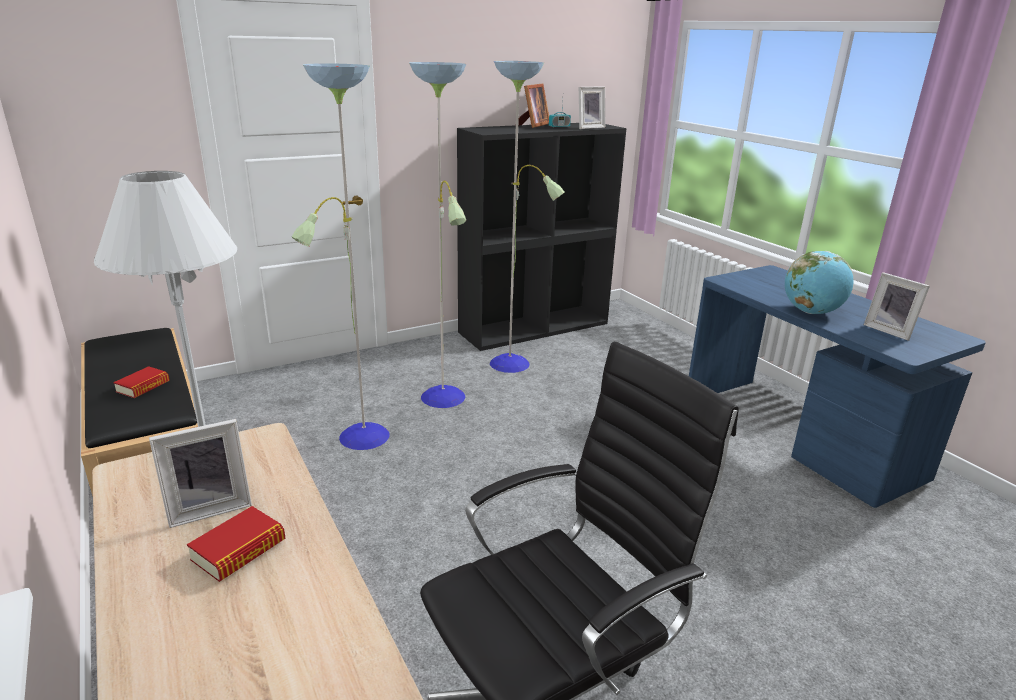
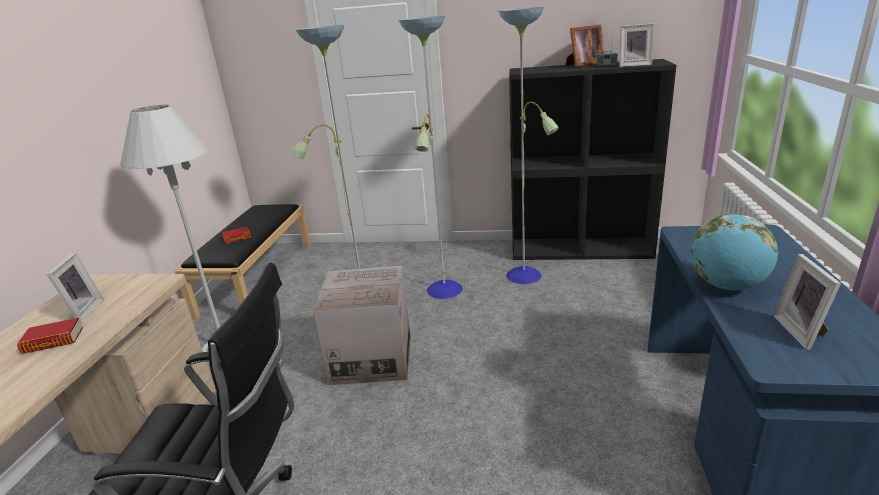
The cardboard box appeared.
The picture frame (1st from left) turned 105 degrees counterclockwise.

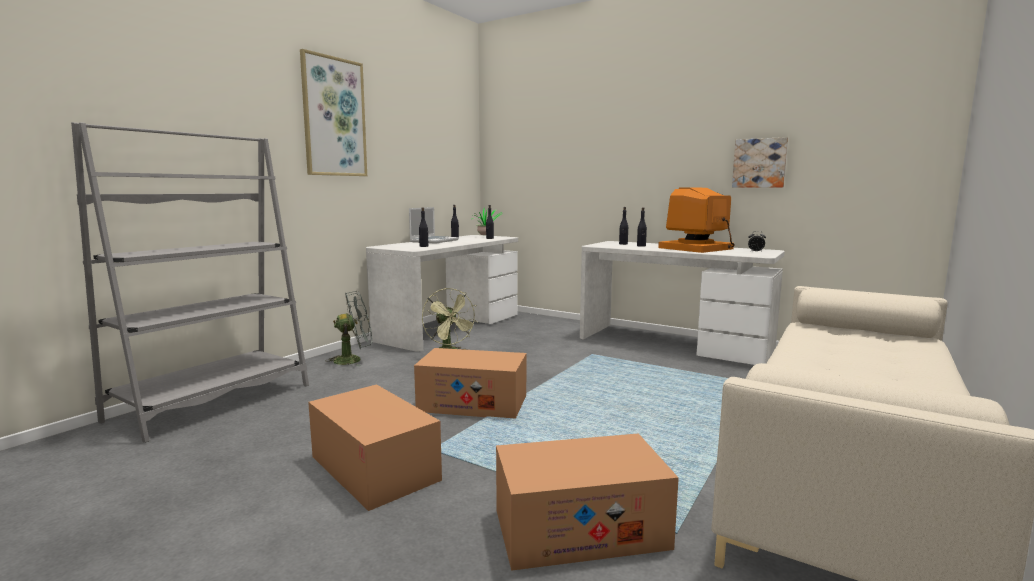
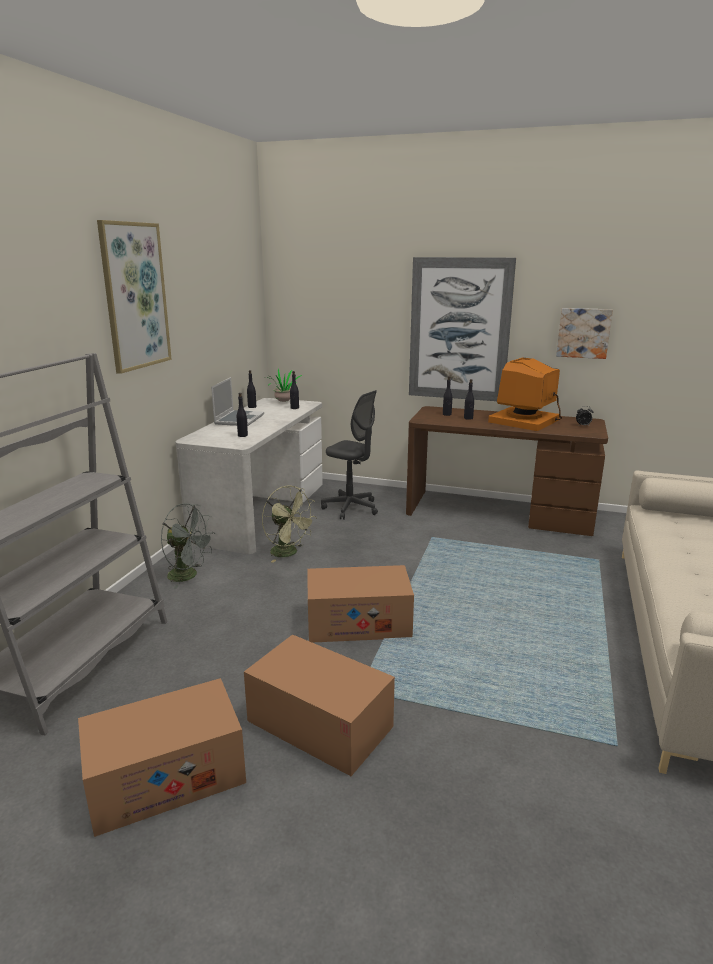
The office chair (grey) appeared.
The picture (2nd from left) appeared.
The cardboard box (3rd from left in the first image) moved.
The desk (white) (2nd from left) became the desk (brown).
The fan (grey) turned 60 degrees clockwise.

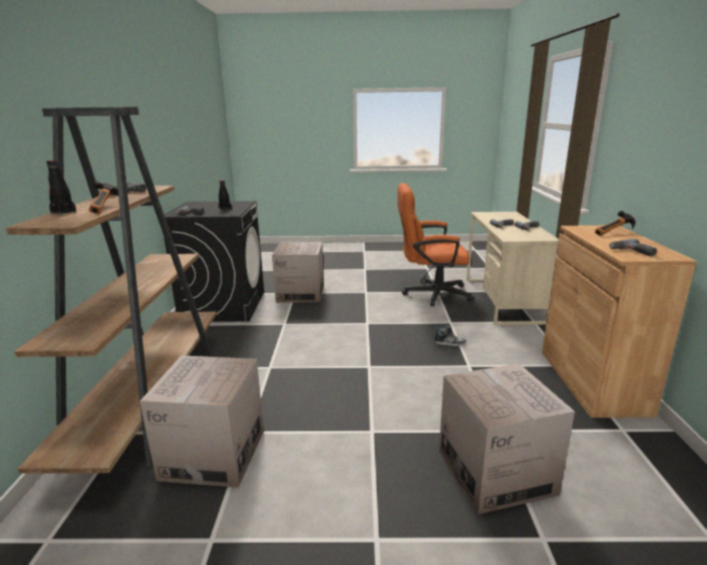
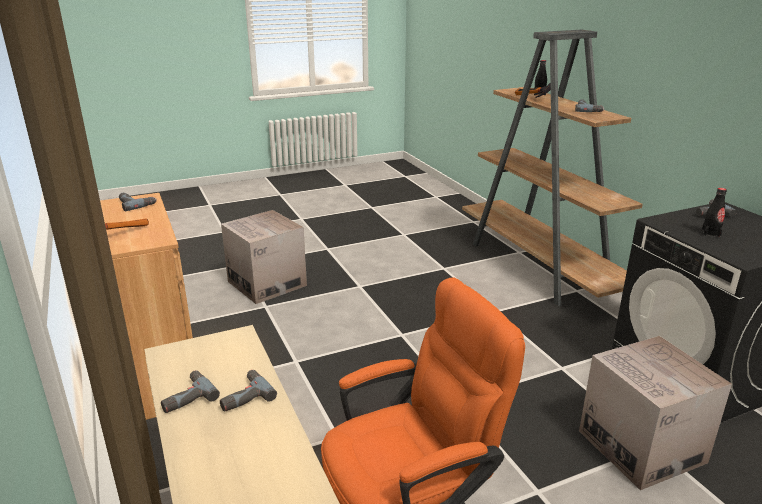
The cardboard box (1st from left) disappeared.
The shoe disappeared.

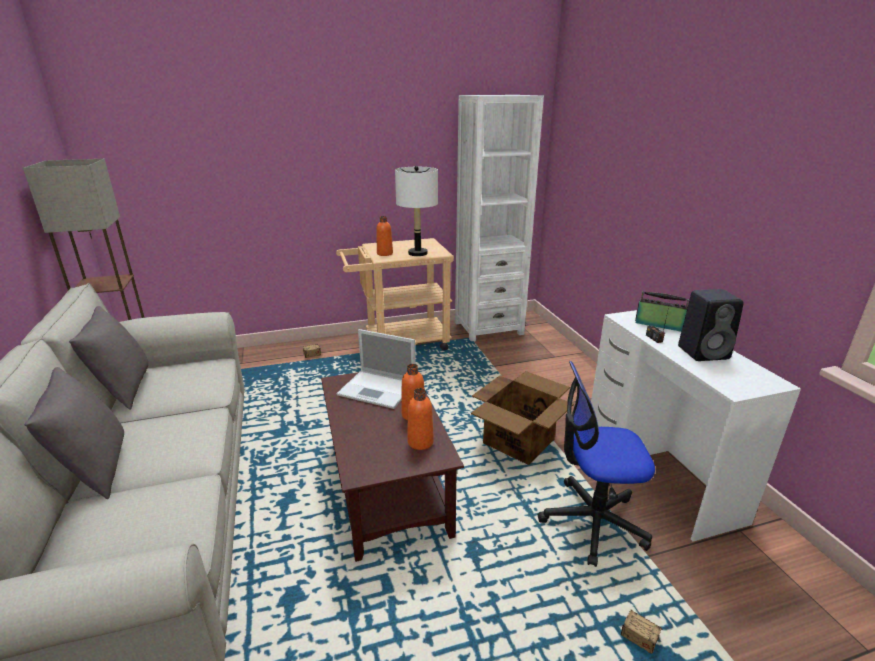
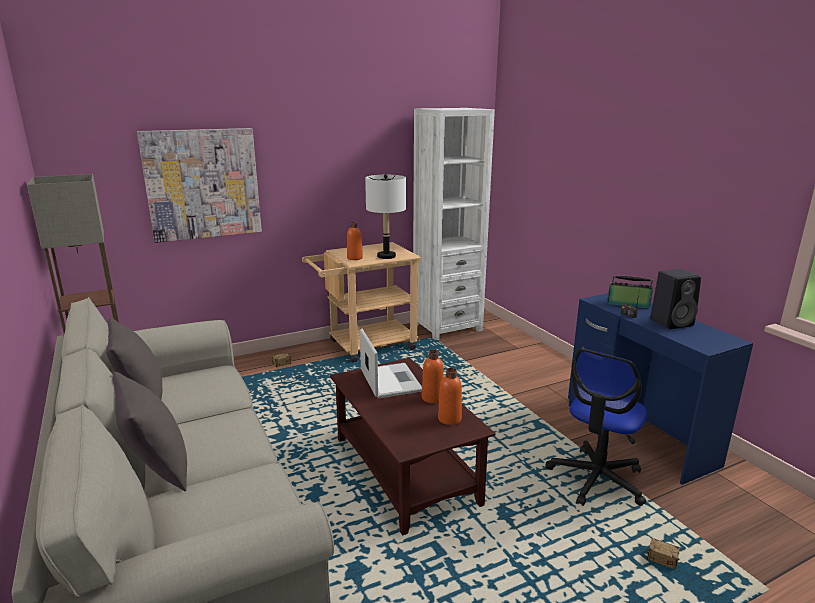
The cardboard box disappeared.
The picture appeared.
The desk (white) became the desk (blue).
The laptop turned 120 degrees counterclockwise.
The office chair turned 45 degrees counterclockwise.

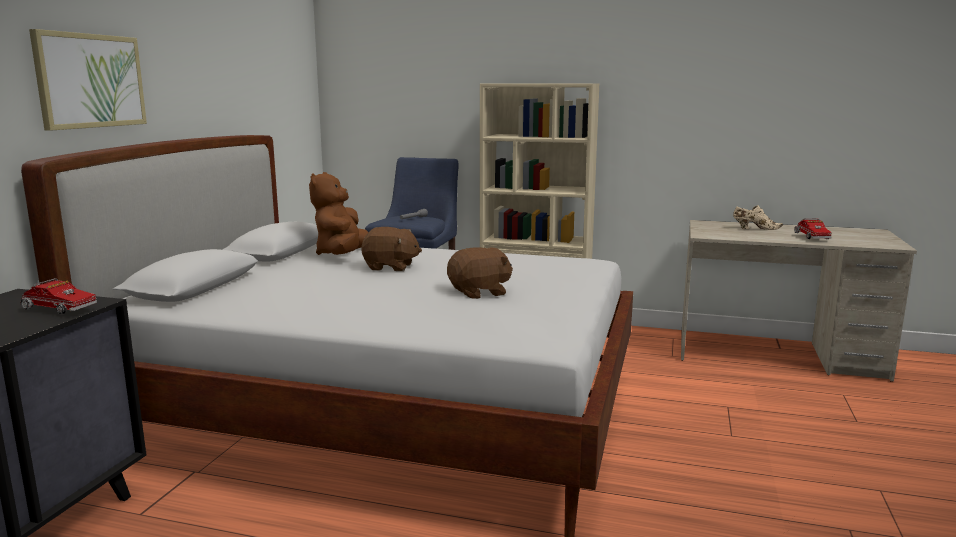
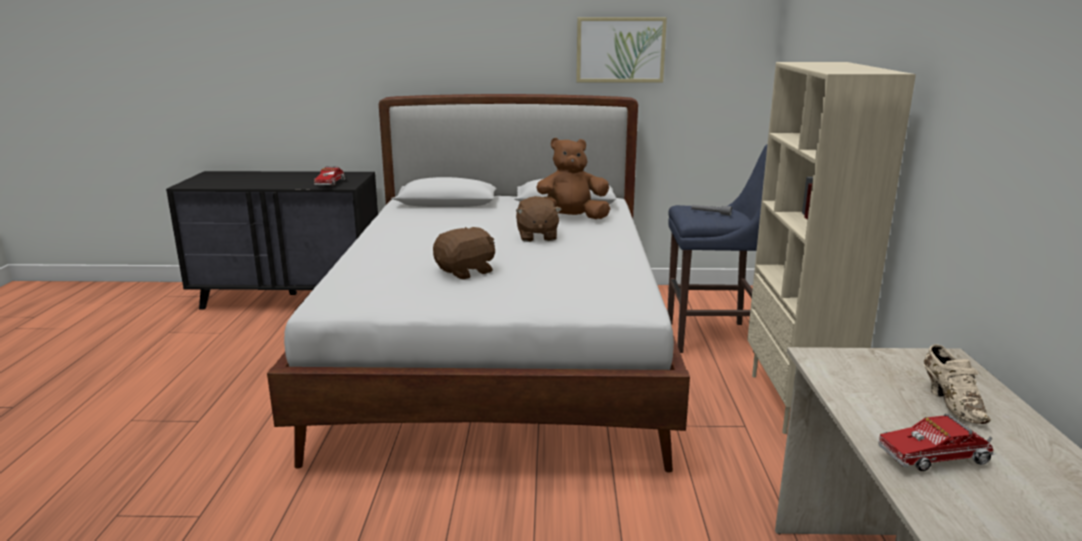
The picture moved.
The plush toy (brown) (3rd from left in the first image) turned 90 degrees counterclockwise.

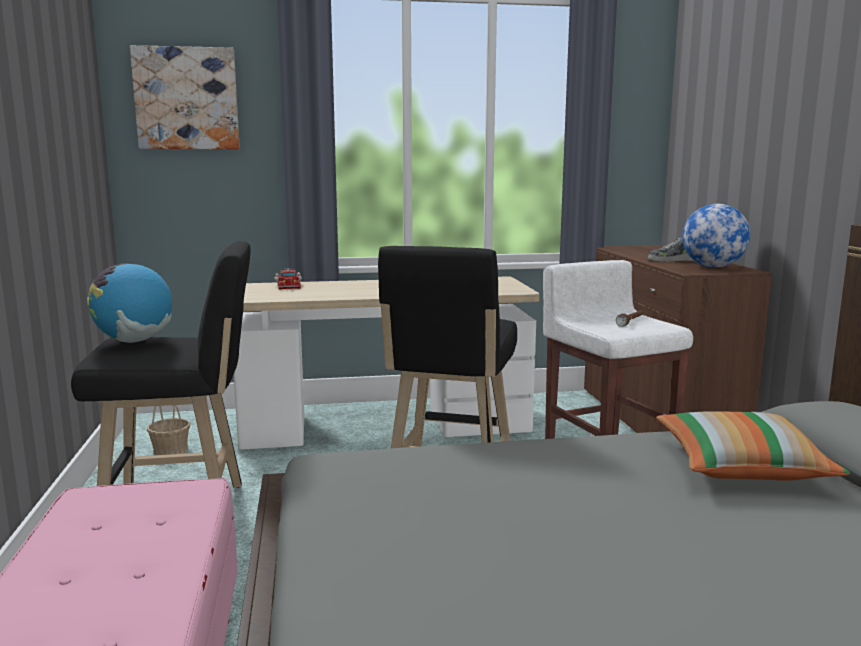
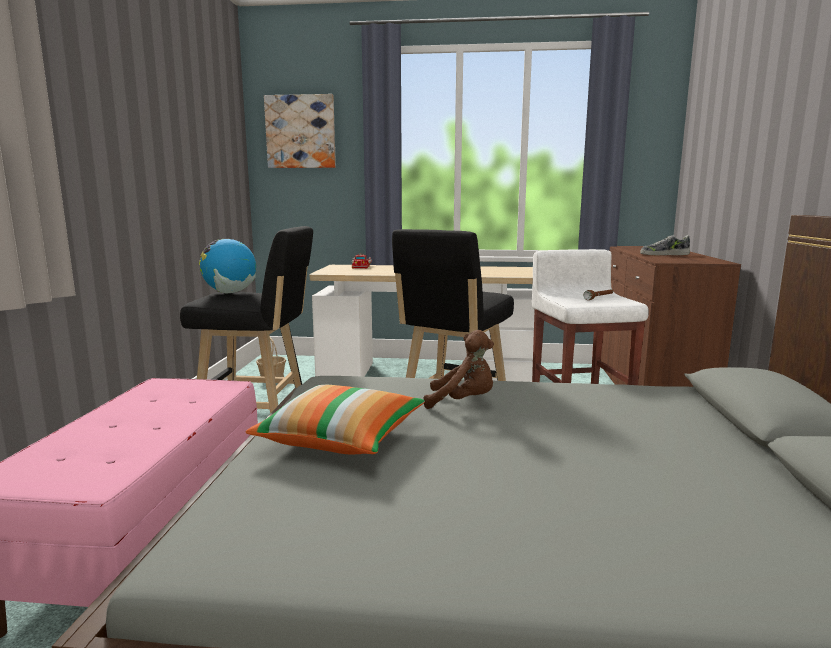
The globe (2nd from left) disappeared.
The plush toy (brown) appeared.
The pillow moved.

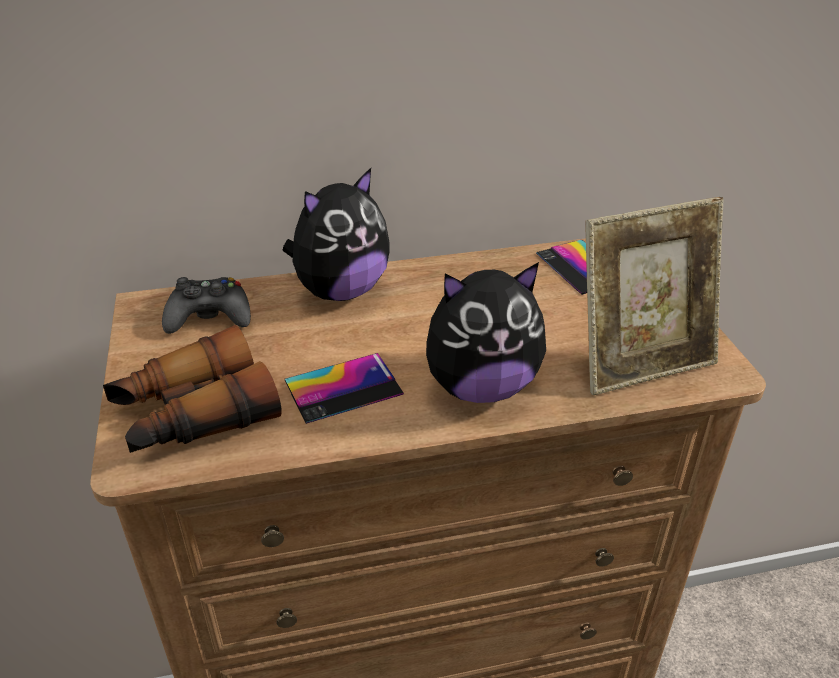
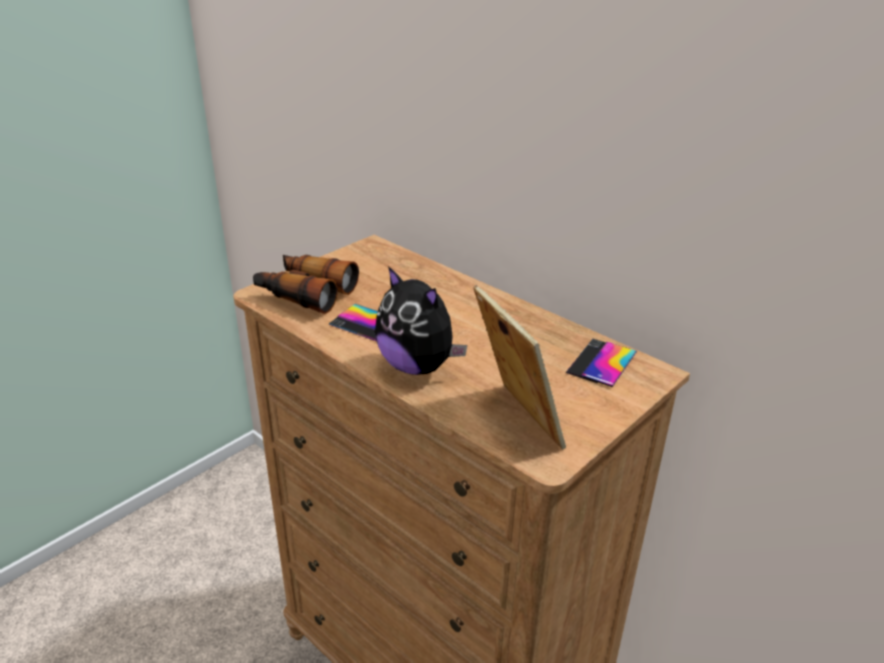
The game controller (black) disappeared.
The plush toy (1st from left) disappeared.
The picture frame turned 150 degrees counterclockwise.

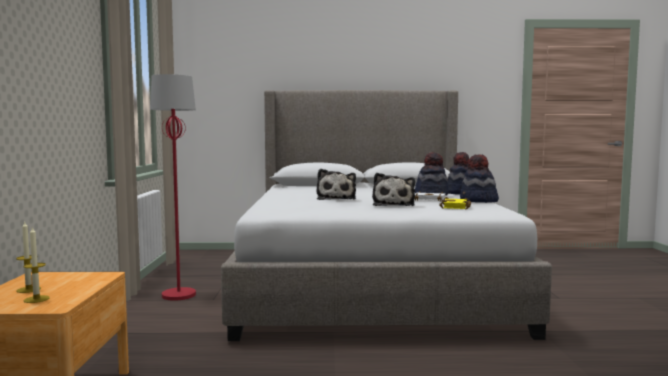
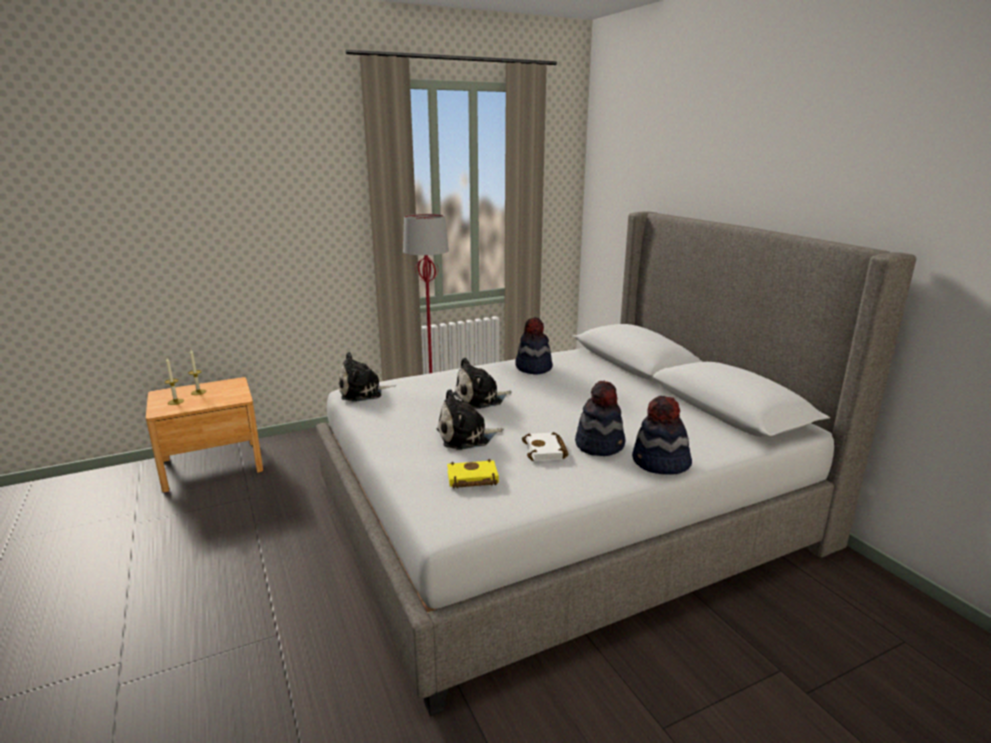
The plush toy (1st from left) appeared.
The hat (3rd from left in the first image) moved.

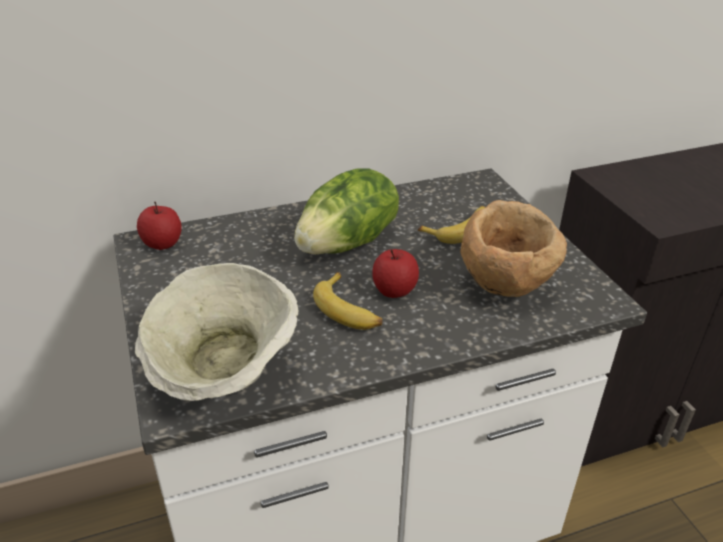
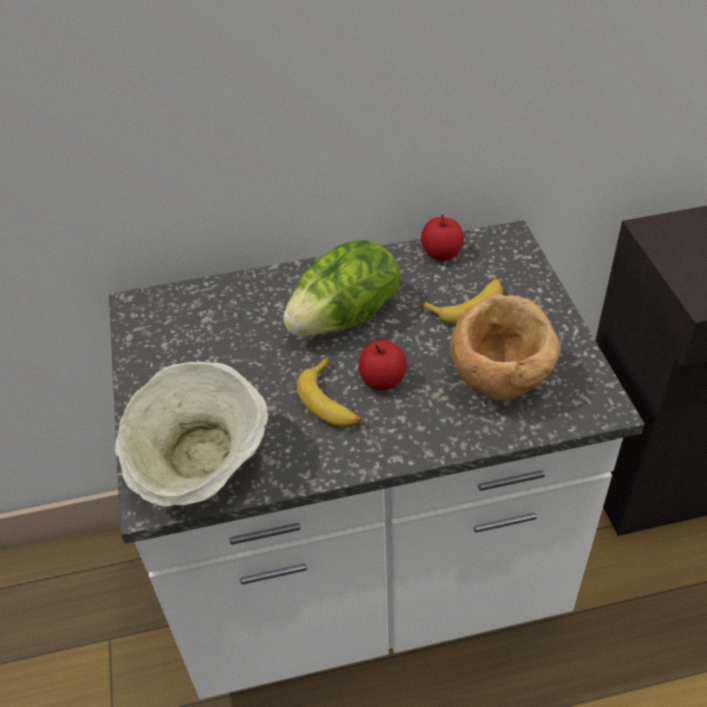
The apple (1st from left in the first image) moved.

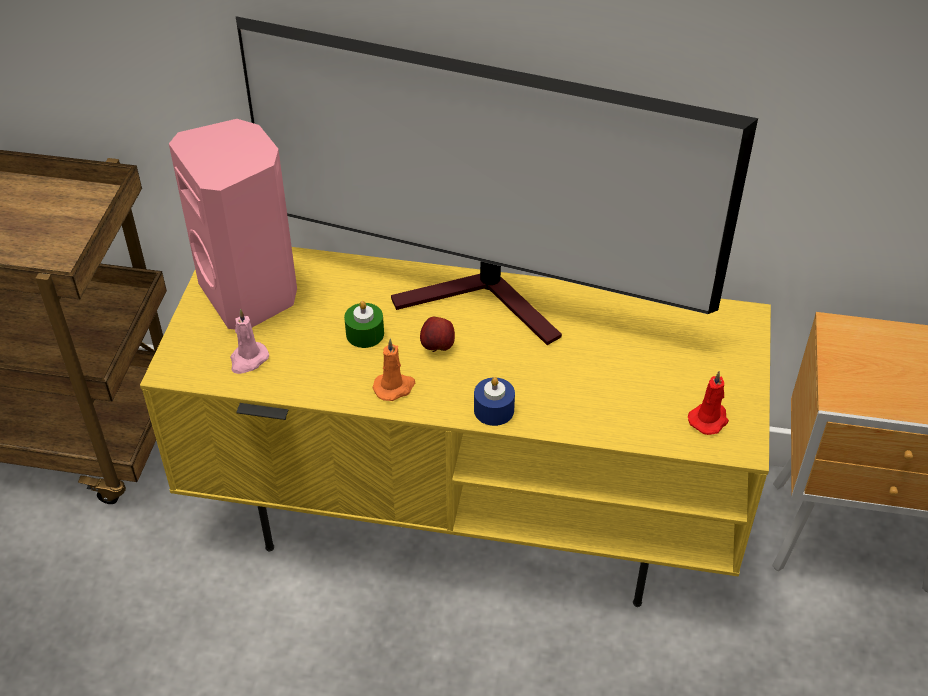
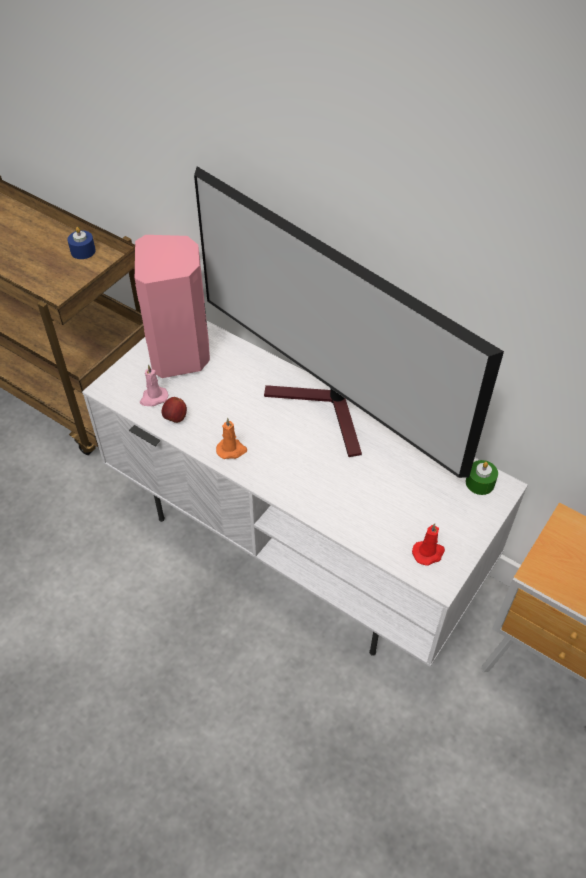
The candle (green) moved.
The apple moved.
The candle (blue) moved.
The tv stand (yellow) became the tv stand (white).

